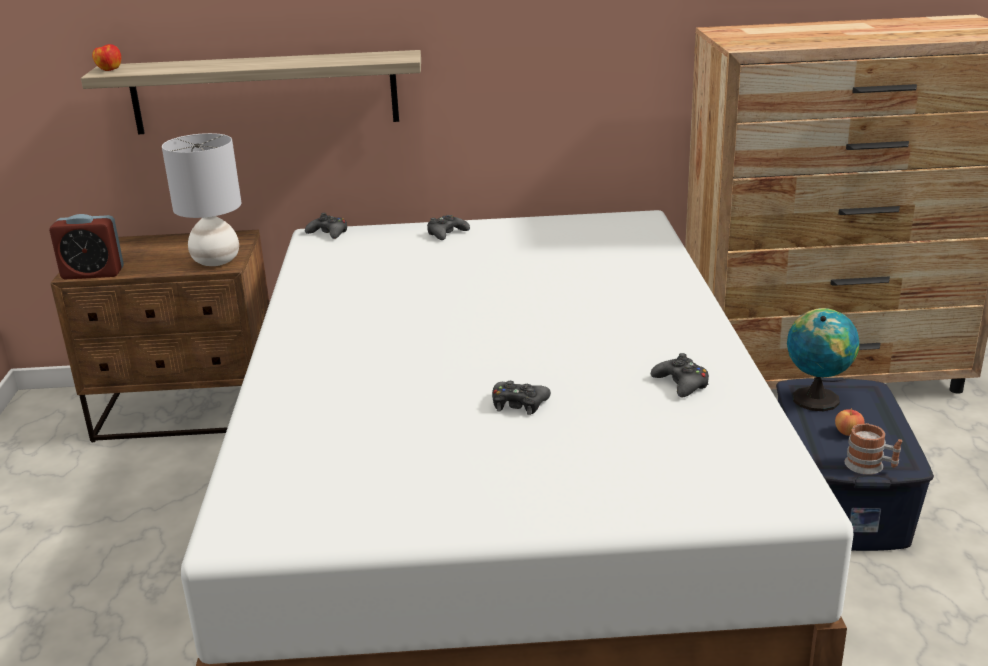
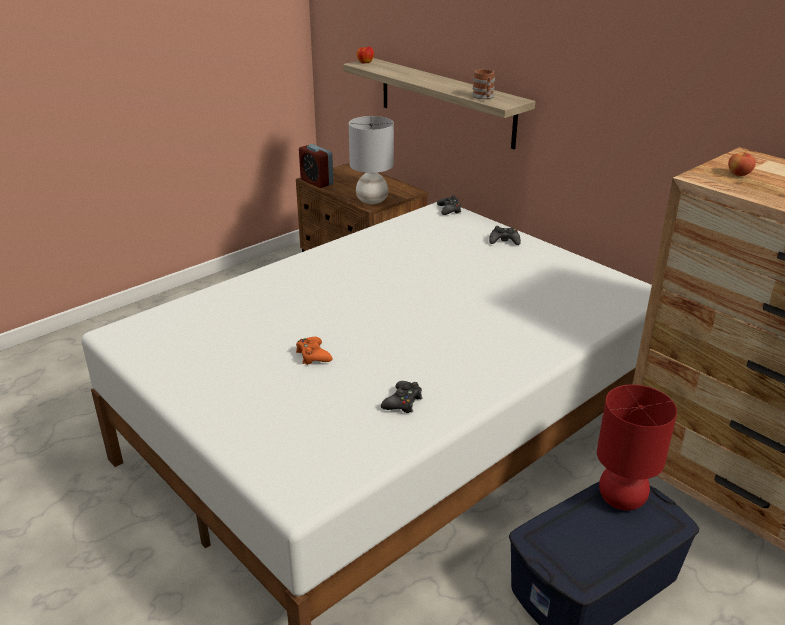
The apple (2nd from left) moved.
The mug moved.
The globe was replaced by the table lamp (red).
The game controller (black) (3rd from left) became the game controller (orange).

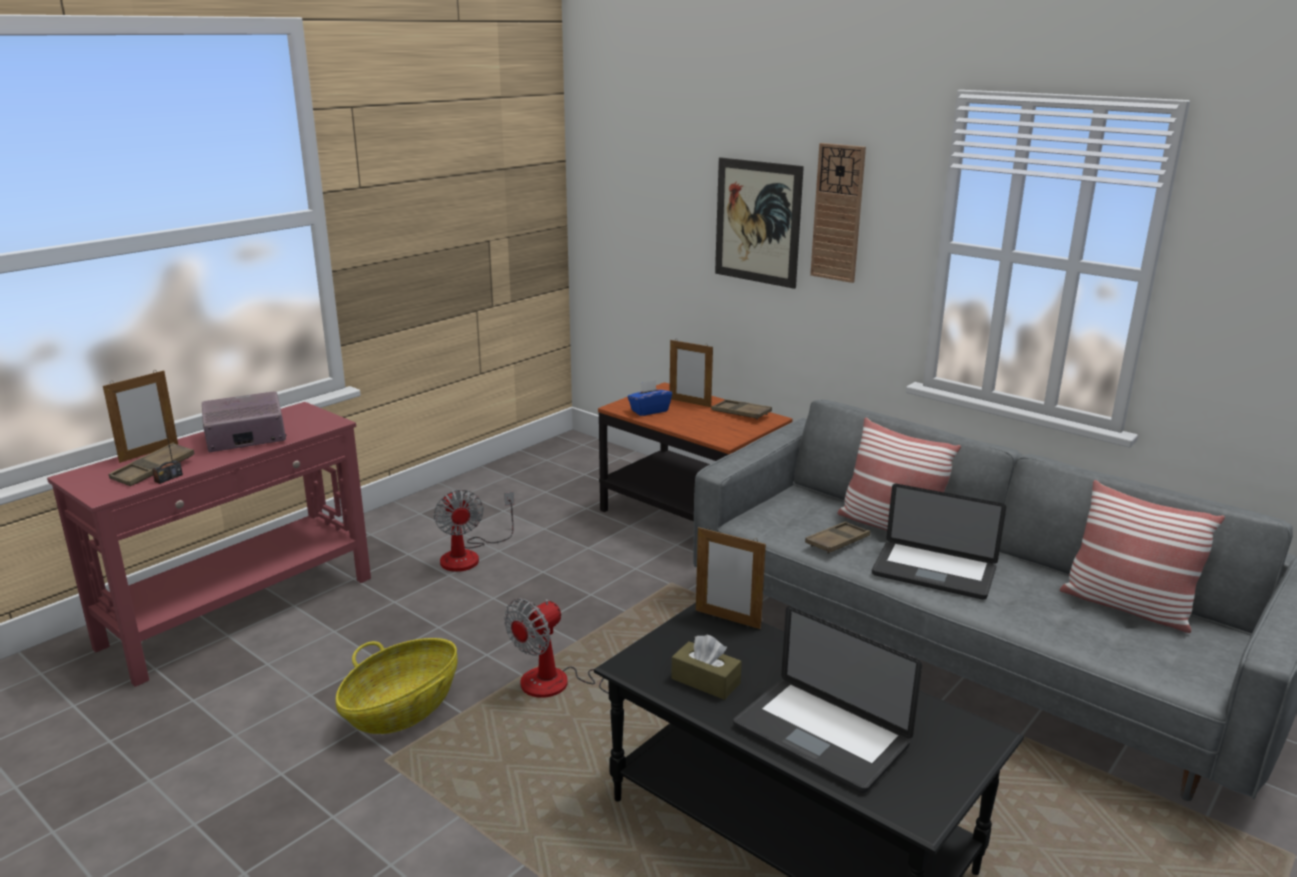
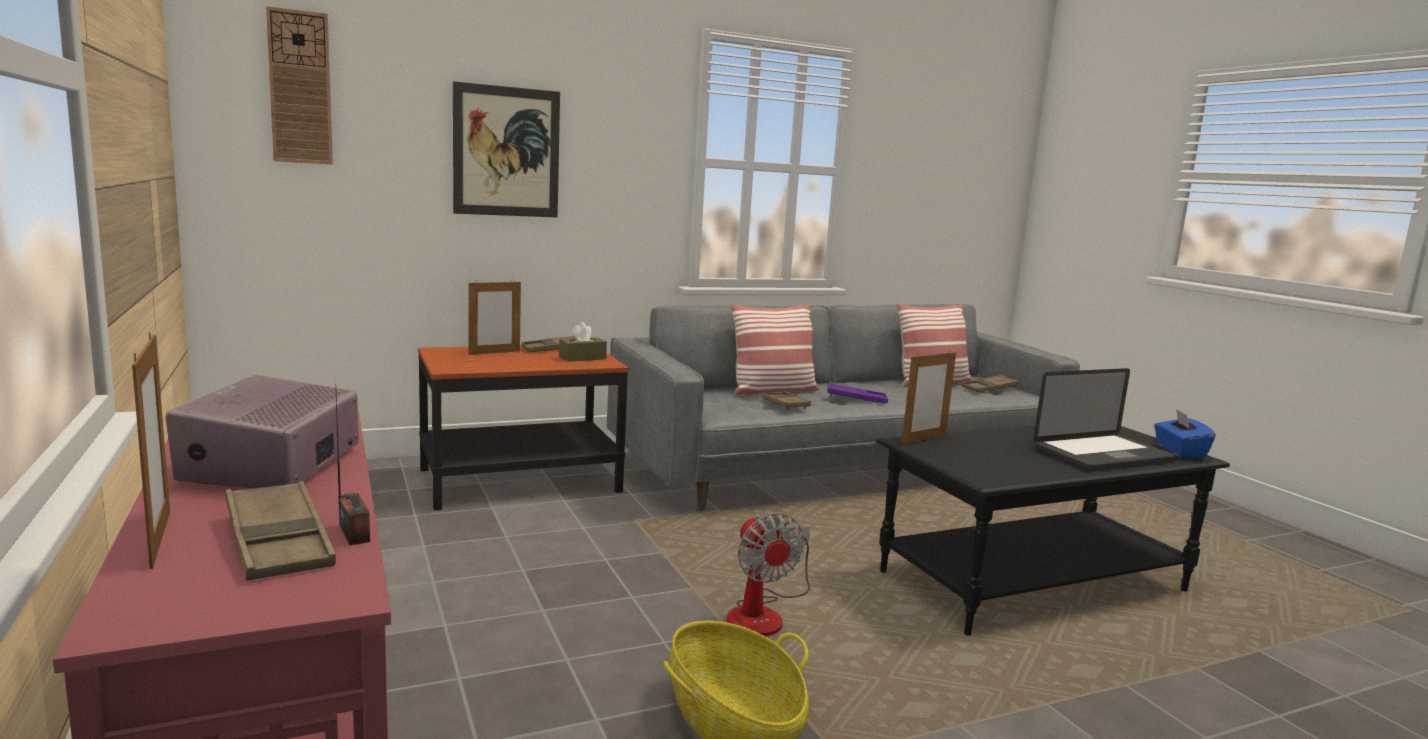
The fan (1st from left) disappeared.
The tray (brown) (4th from left) appeared.
The tissue box (blue) moved.
The tissue box (brown) moved.
The wall clock moved.
The laptop (2nd from left) was replaced by the tray (purple).

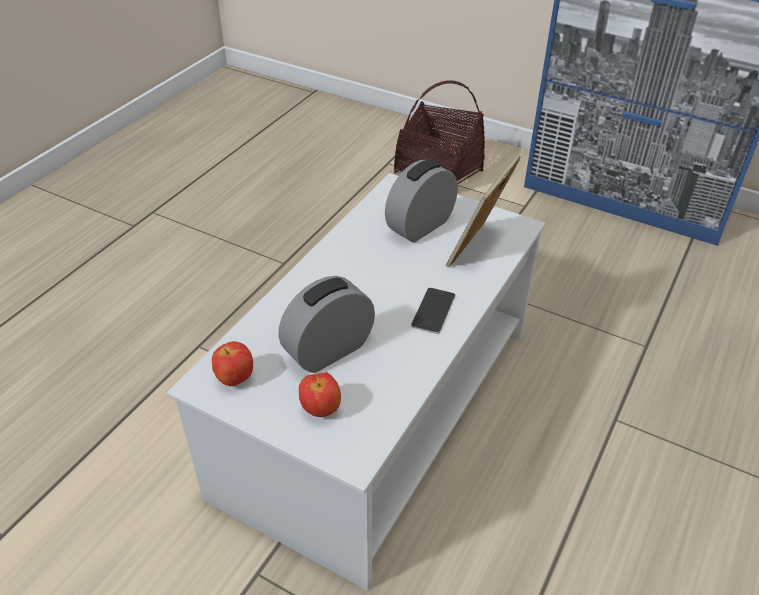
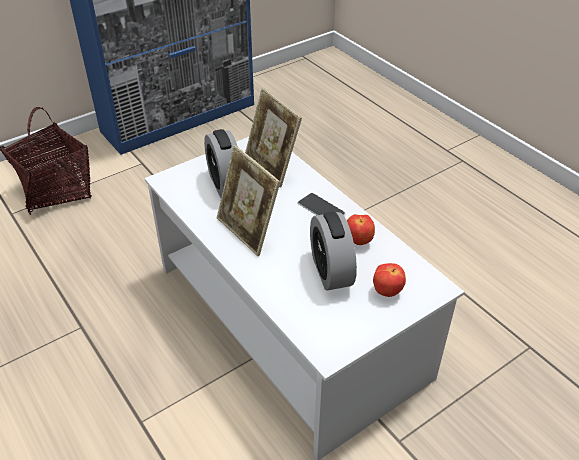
The picture frame (1st from left) appeared.
The apple (1st from left) moved.

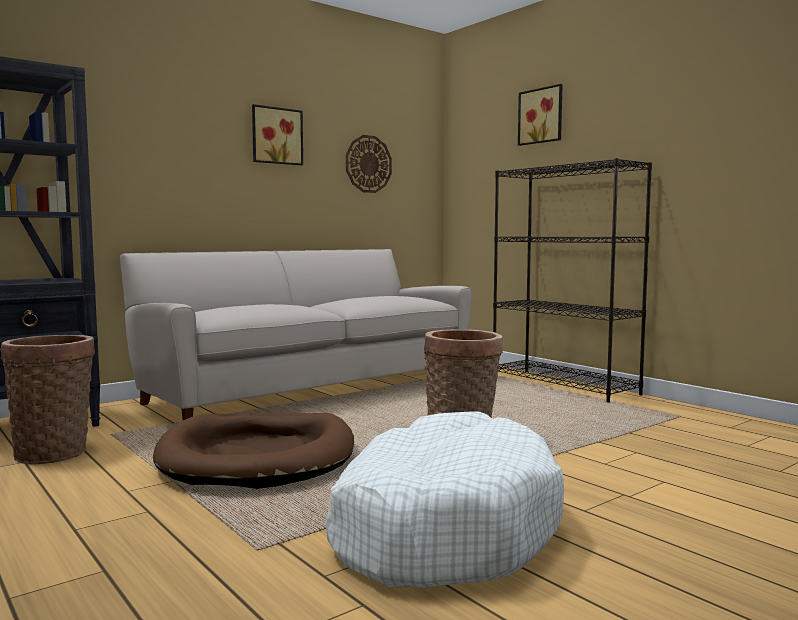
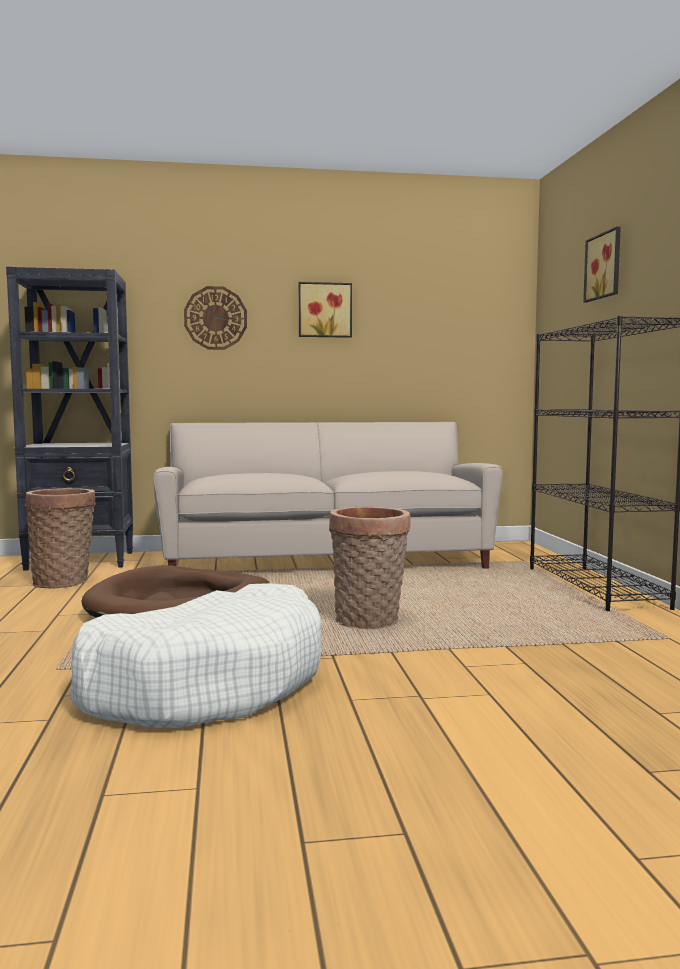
The wall clock moved.

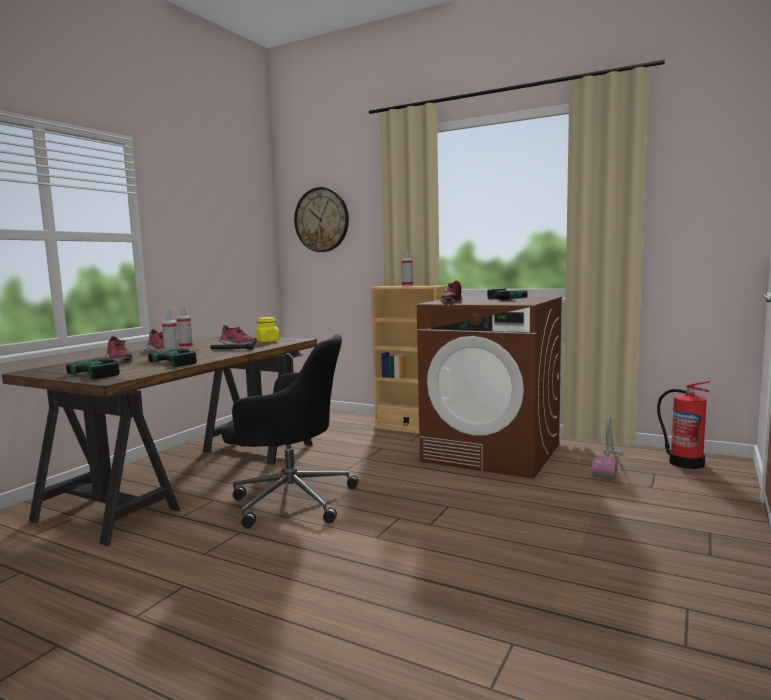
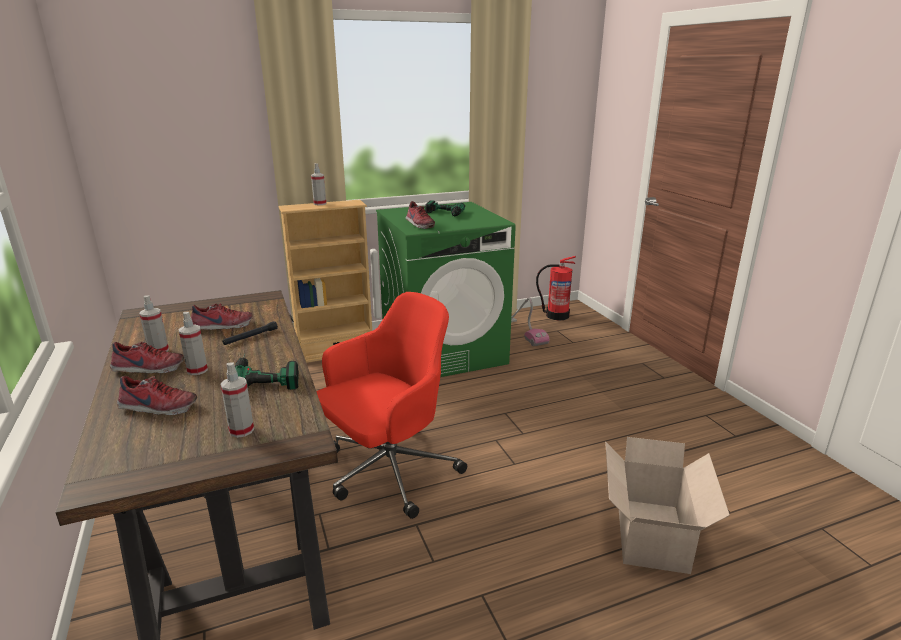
The jar (yellow) disappeared.
The wall clock disappeared.
The cardboard box appeared.
The power drill (1st from left) was replaced by the spray bottle (3rd from left).
The office chair (black) became the office chair (red).
The washing machine (brown) became the washing machine (green).

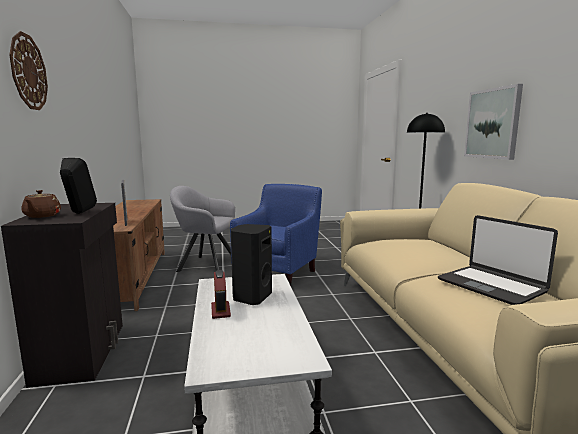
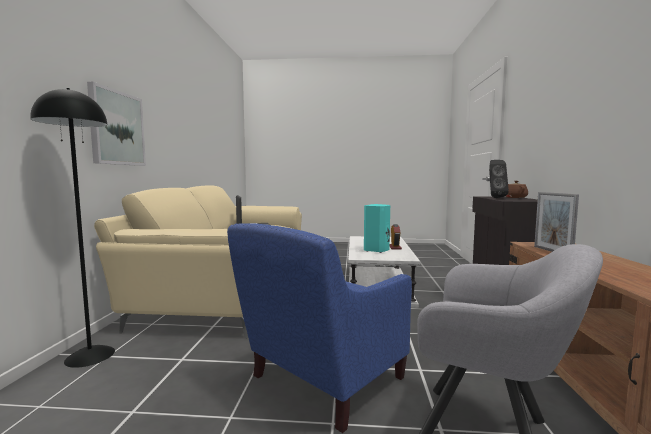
The wall clock disappeared.
The speaker (black) (2nd from left) became the speaker (turquoise).

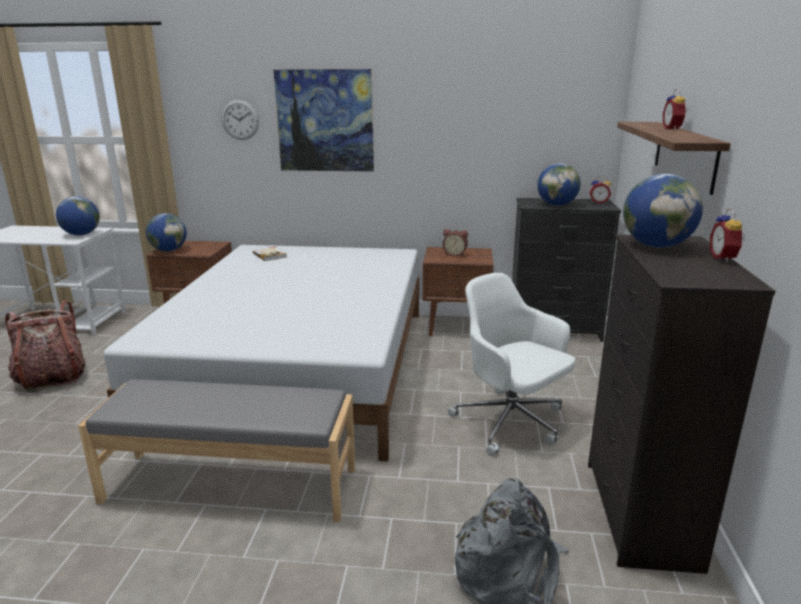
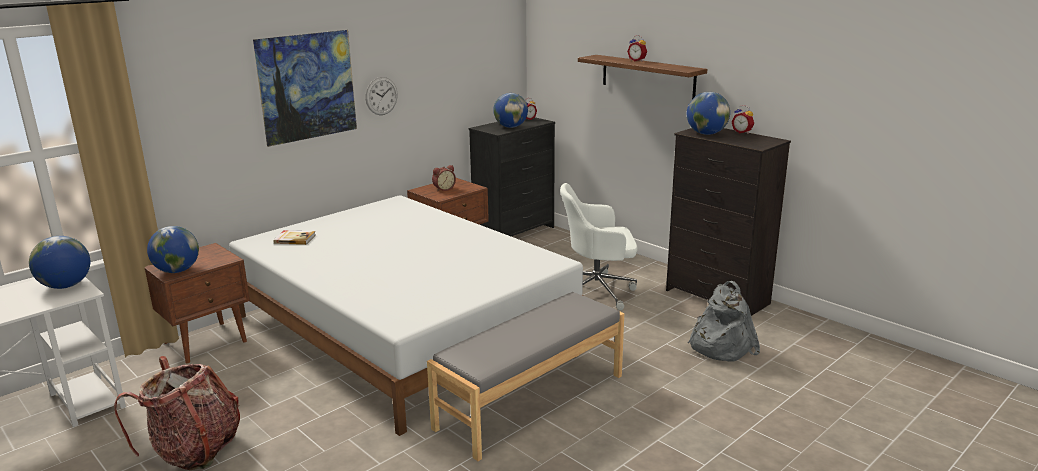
The wall clock moved.

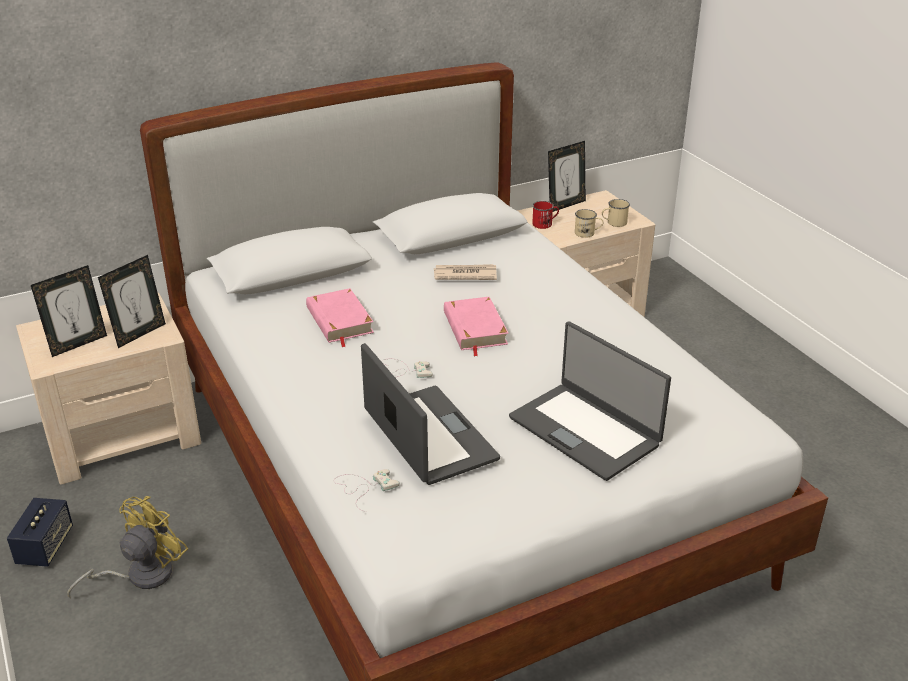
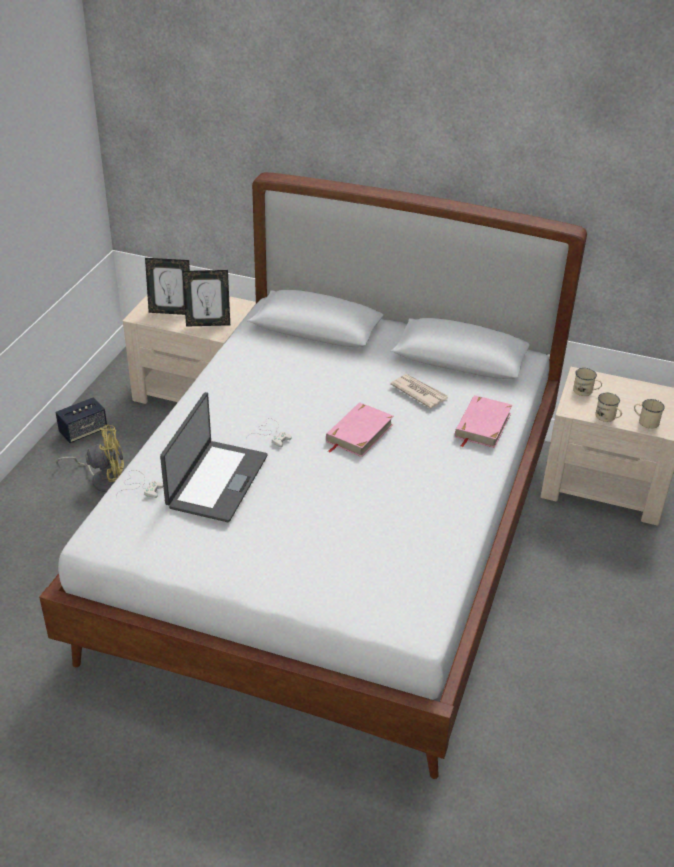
The laptop (2nd from left) disappeared.
The picture frame (3rd from left) disappeared.
The book (pink) (1st from left in the first image) moved.
The mug (red) became the mug (beige) (1st from left).

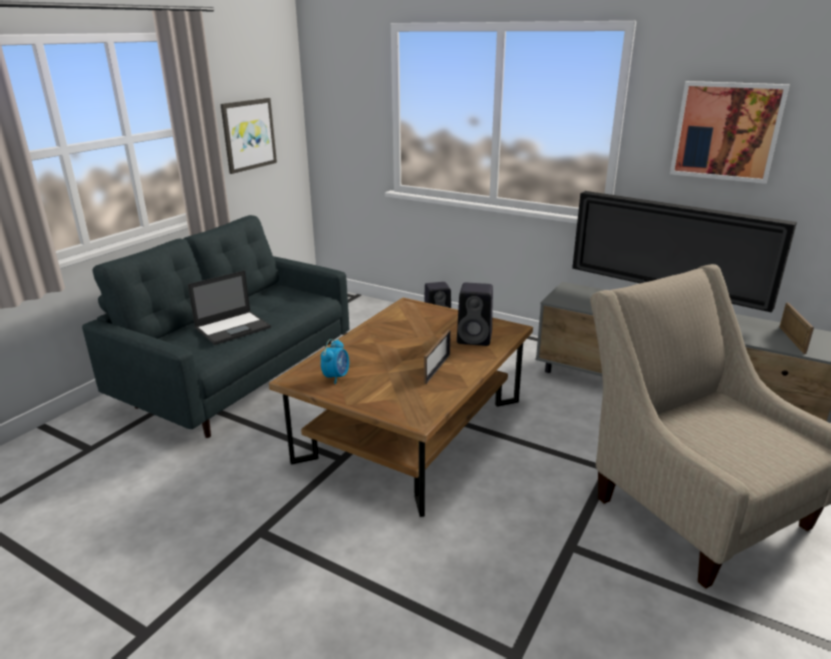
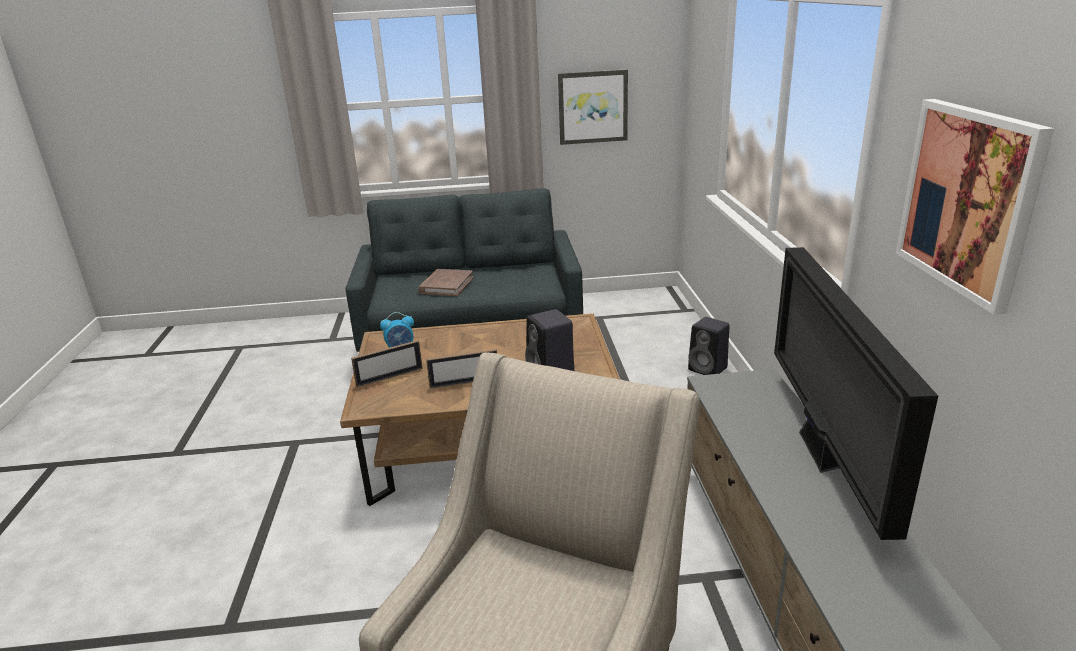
The picture frame (2nd from left in the first image) moved.
The laptop was replaced by the book (brown).

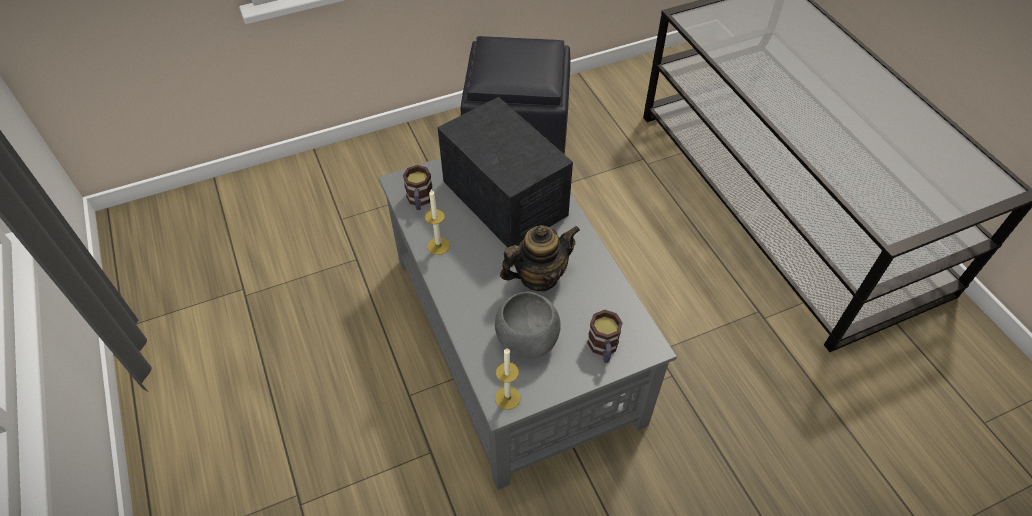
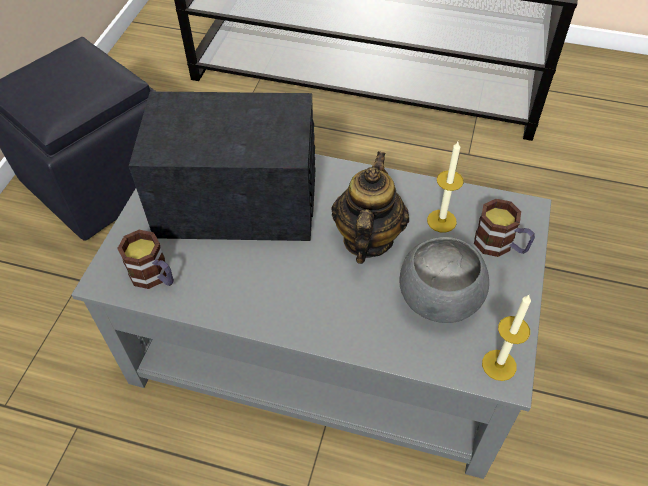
The candle (1st from left) moved.

